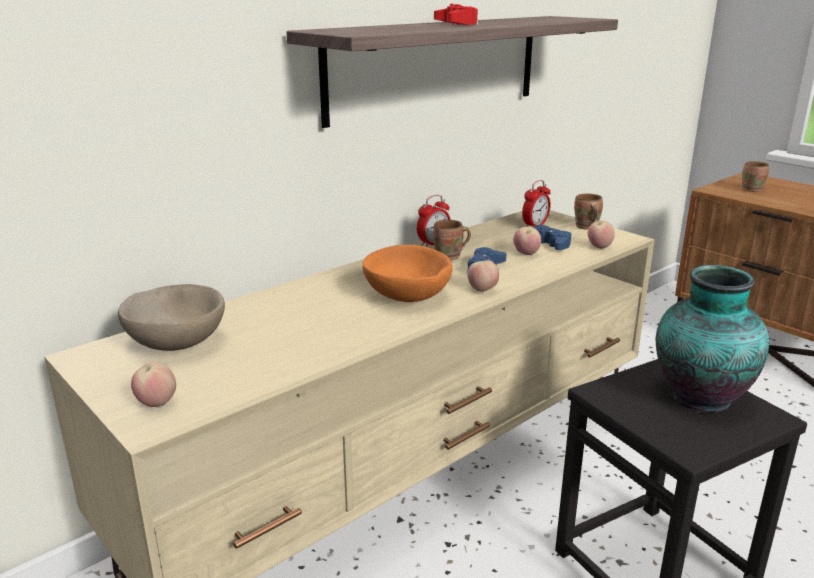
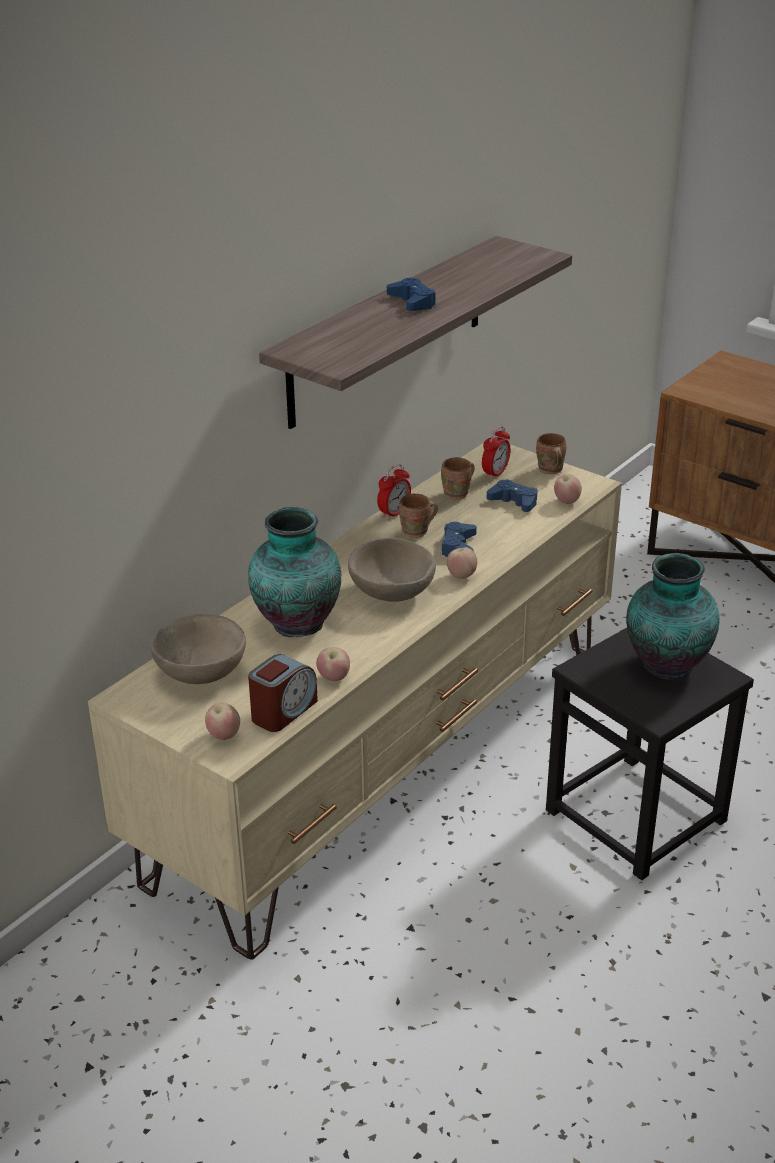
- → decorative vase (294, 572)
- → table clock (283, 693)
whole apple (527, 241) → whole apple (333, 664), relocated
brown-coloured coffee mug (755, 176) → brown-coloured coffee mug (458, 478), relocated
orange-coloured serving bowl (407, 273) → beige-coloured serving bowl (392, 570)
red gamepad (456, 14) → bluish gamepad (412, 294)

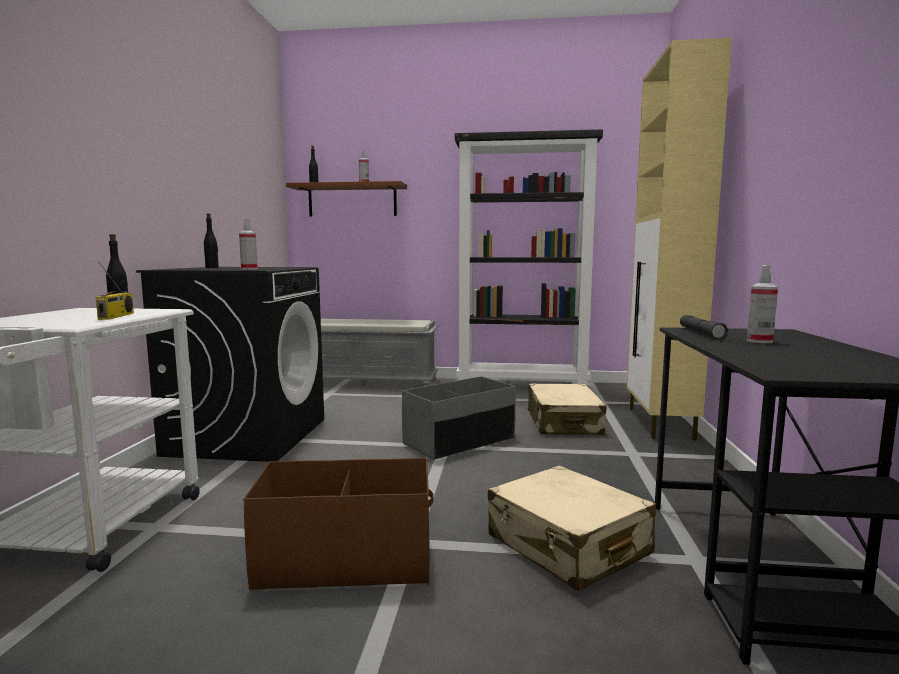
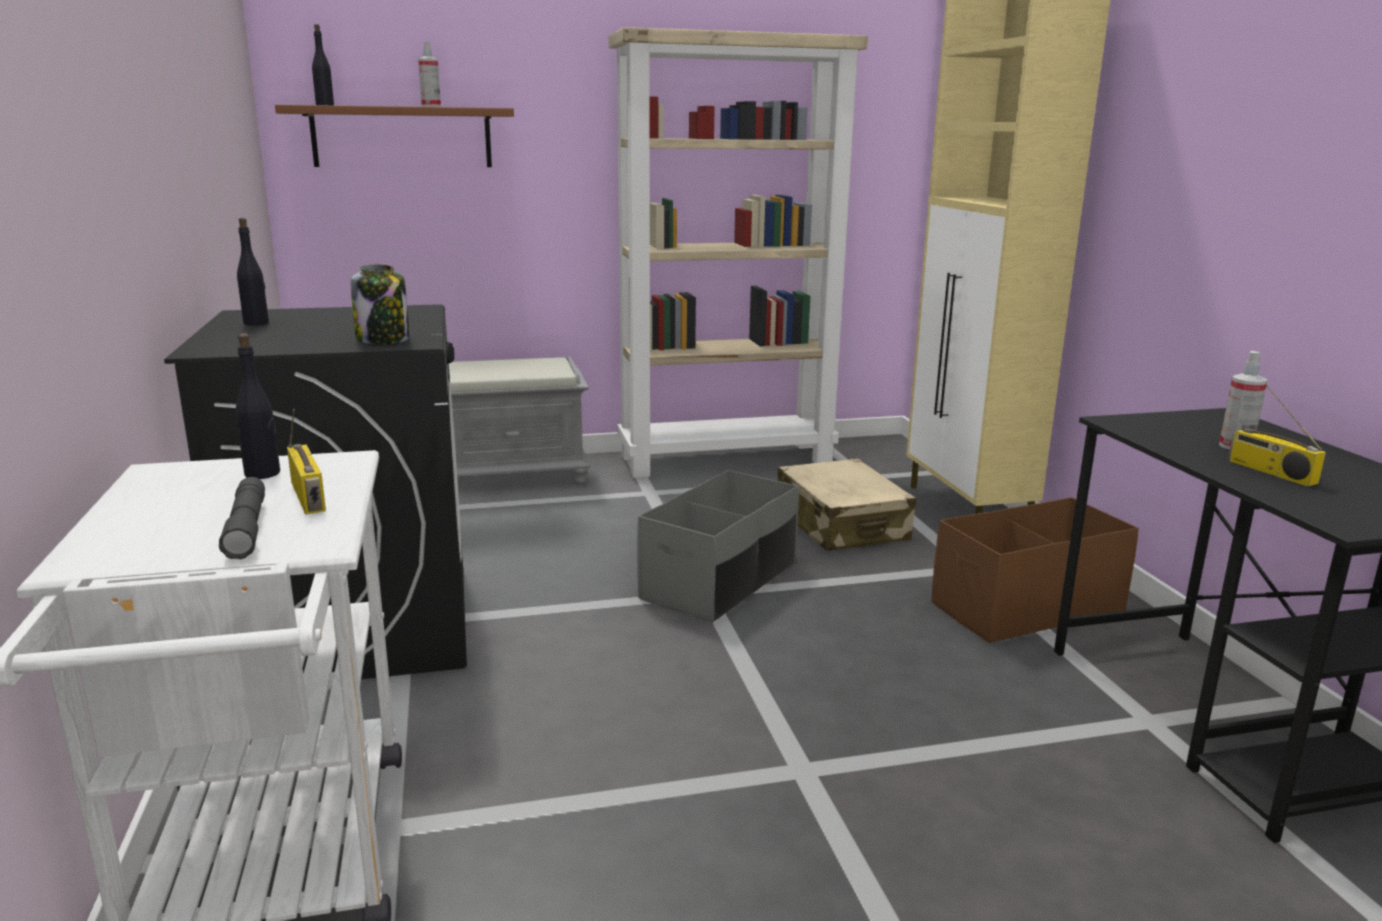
beige-coloured piece of luggage (572, 528) → -
- → radio set (1277, 435)
brown-coloured storage box (338, 524) → brown-coloured storage box (1035, 570), relocated
greyish flashlight (704, 327) → greyish flashlight (242, 518), relocated
spray bottle (248, 244) → storage jar (379, 304)
black-coloured bookshelf (529, 257) → beige-coloured bookshelf (738, 252)

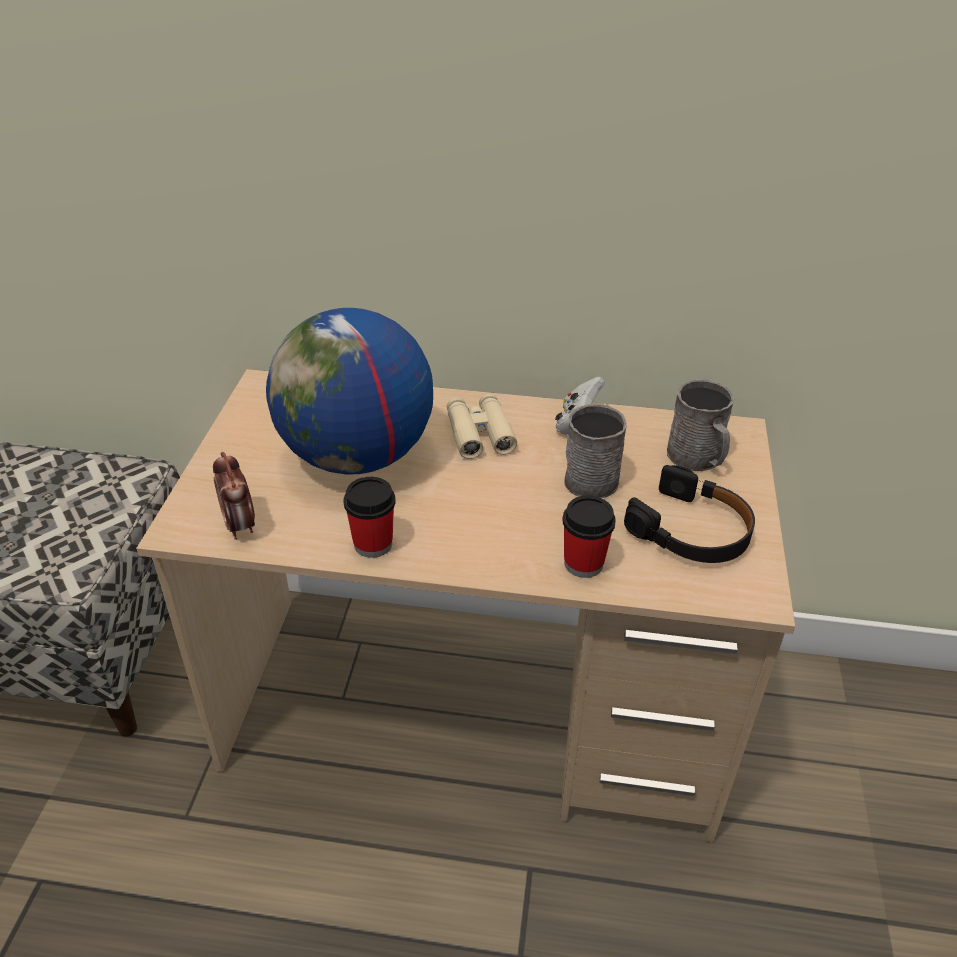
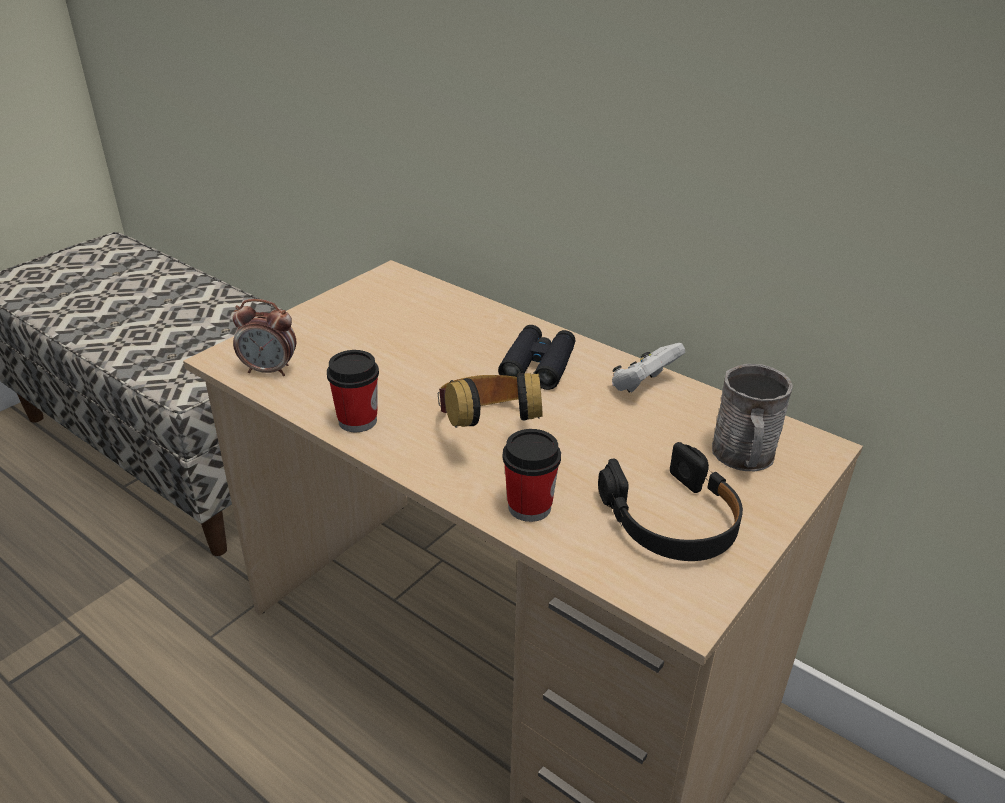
world globe (349, 391) → -
greyish coffee mug (595, 451) → -
- → pair of headphones (490, 400)
beige-coloured pair of binoculars (482, 426) → black-coloured pair of binoculars (536, 357)
table clock (234, 496) → table clock (264, 337), 90 degrees counterclockwise

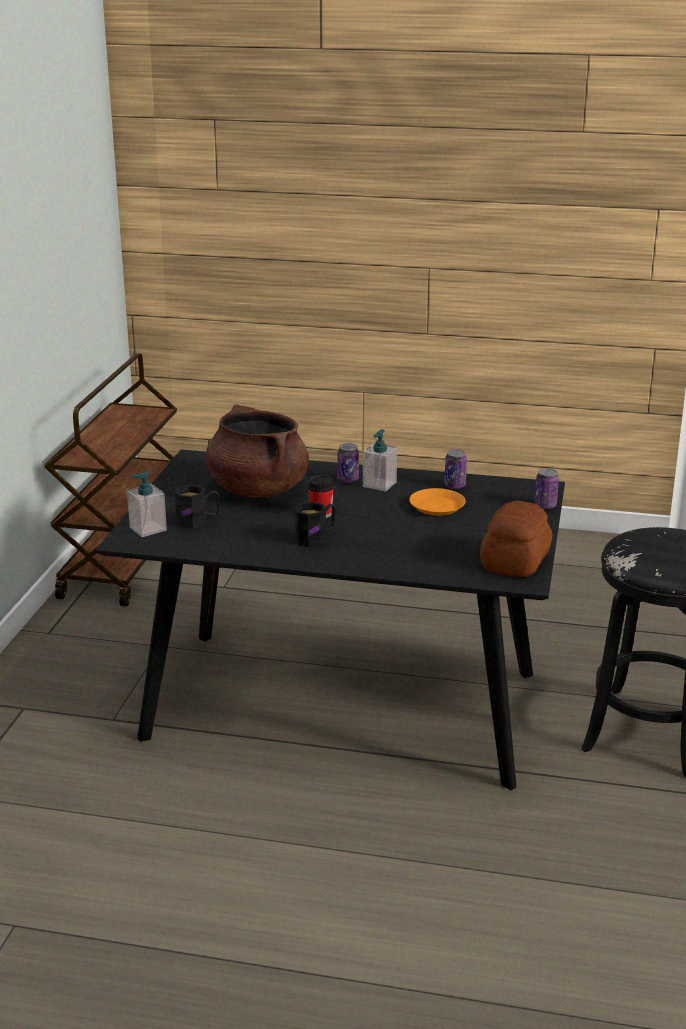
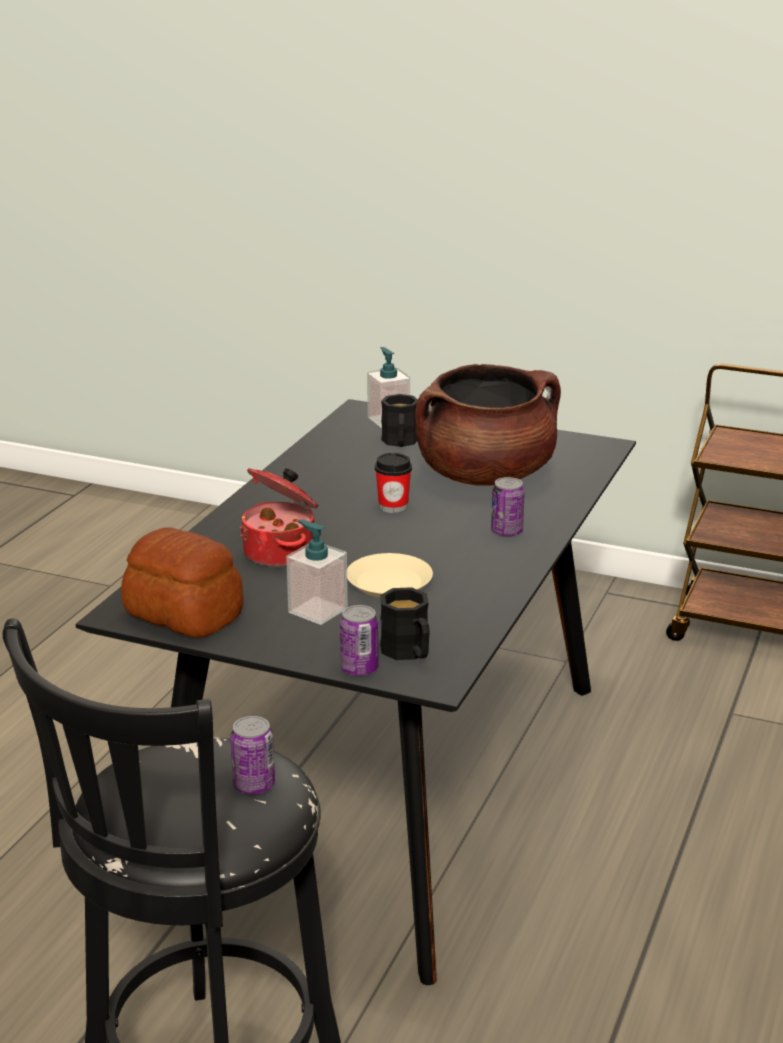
- → saucepot (279, 517)
black-coloured coffee mug (315, 524) → black-coloured coffee mug (405, 623), relocated
soap bottle (380, 460) → soap bottle (317, 572), relocated
metal can (455, 469) → metal can (252, 755), relocated
orange-coloured plate (437, 502) → beige-coloured plate (390, 575)

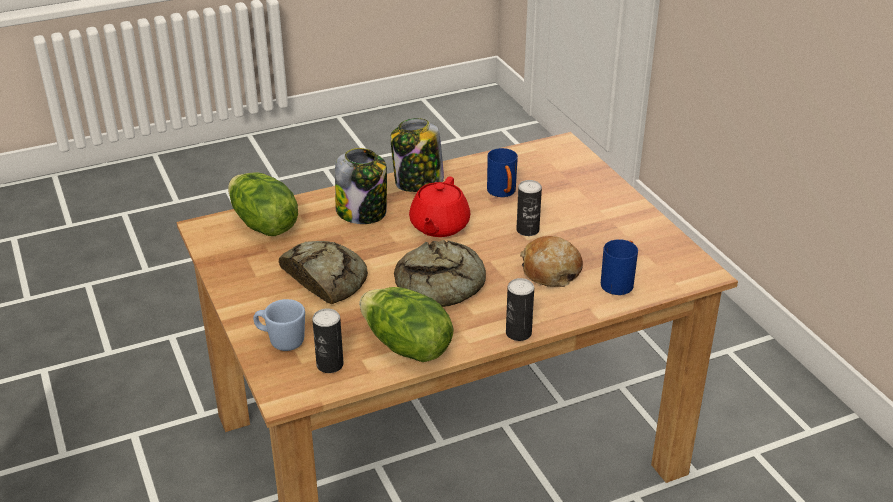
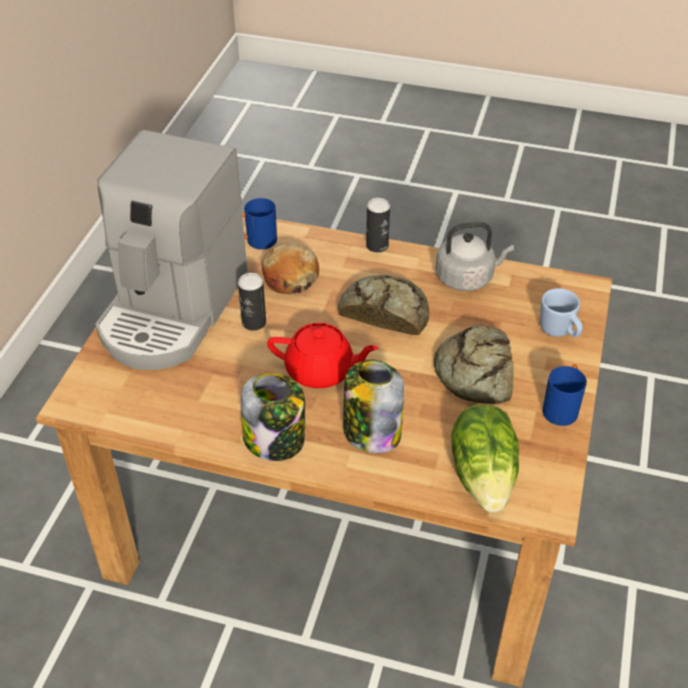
metal can (327, 340) → -
- → coffee brewer (171, 250)
bluish coffee mug (502, 172) → bluish coffee mug (564, 395), relocated
lettuce (406, 324) → greyish kettle (475, 256)
red tea pot (439, 207) → red tea pot (323, 355), 45 degrees clockwise

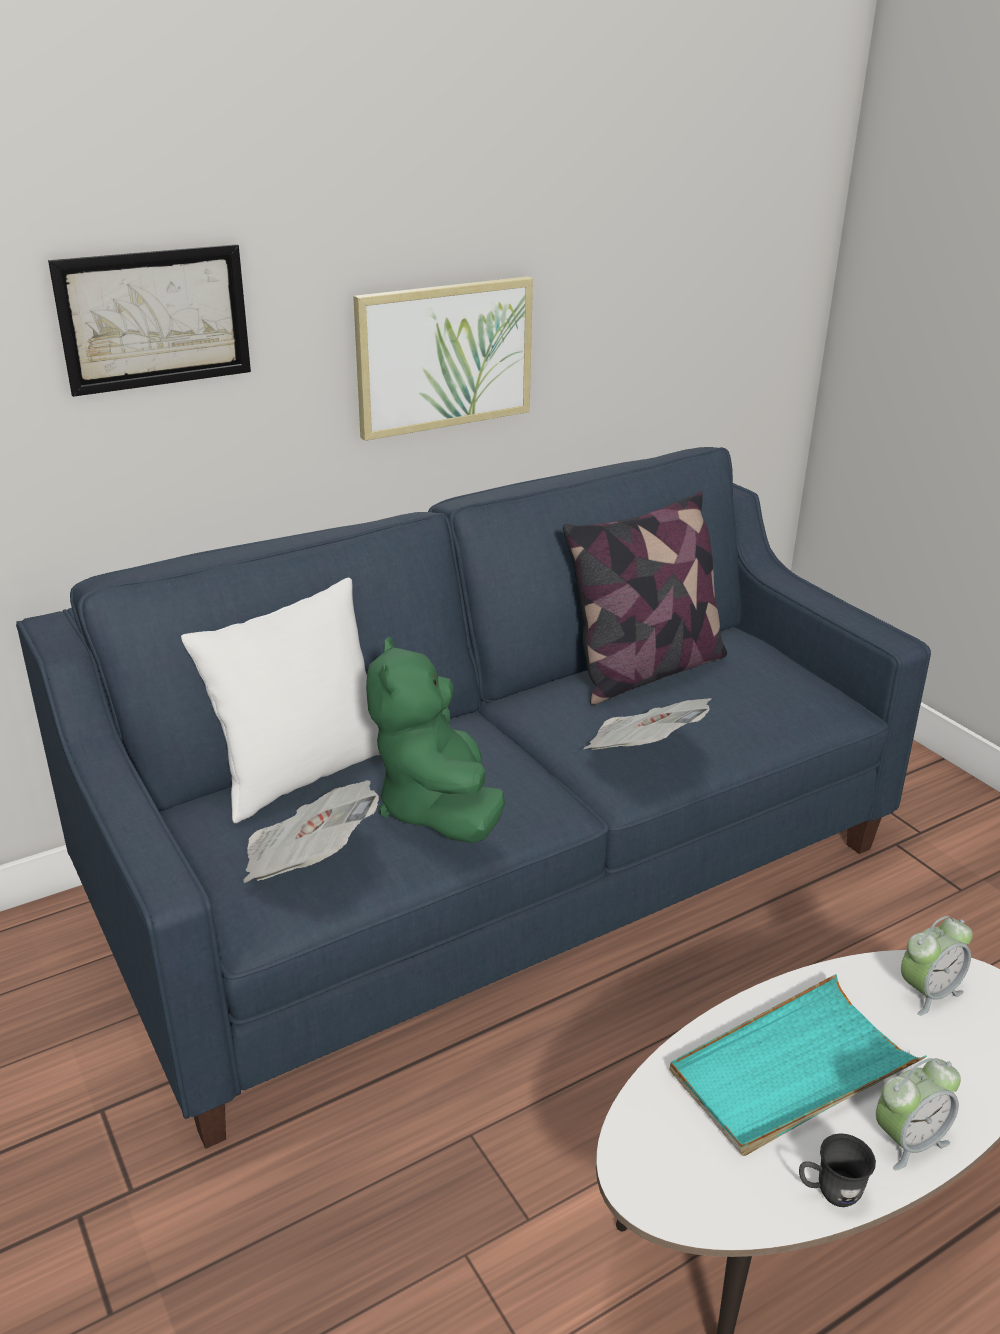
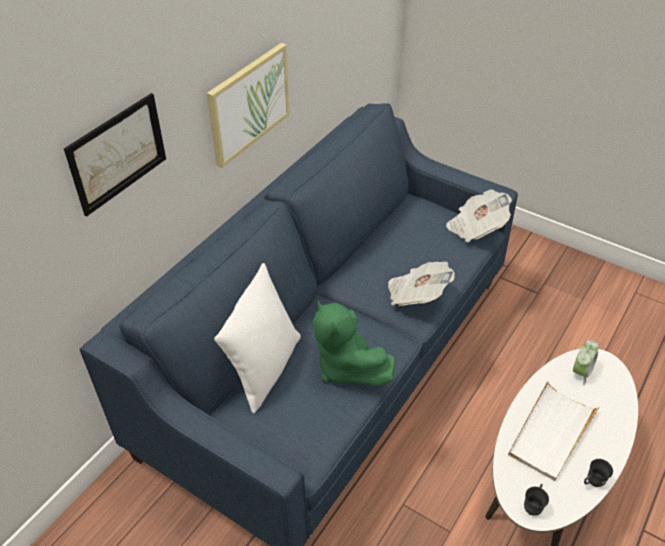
throw pillow (645, 598) → -
table clock (918, 1114) → -
- → greyish coffee mug (536, 500)
daily paper (311, 831) → daily paper (479, 215), relocated
blue-green serving tray (798, 1065) → white serving tray (554, 431)

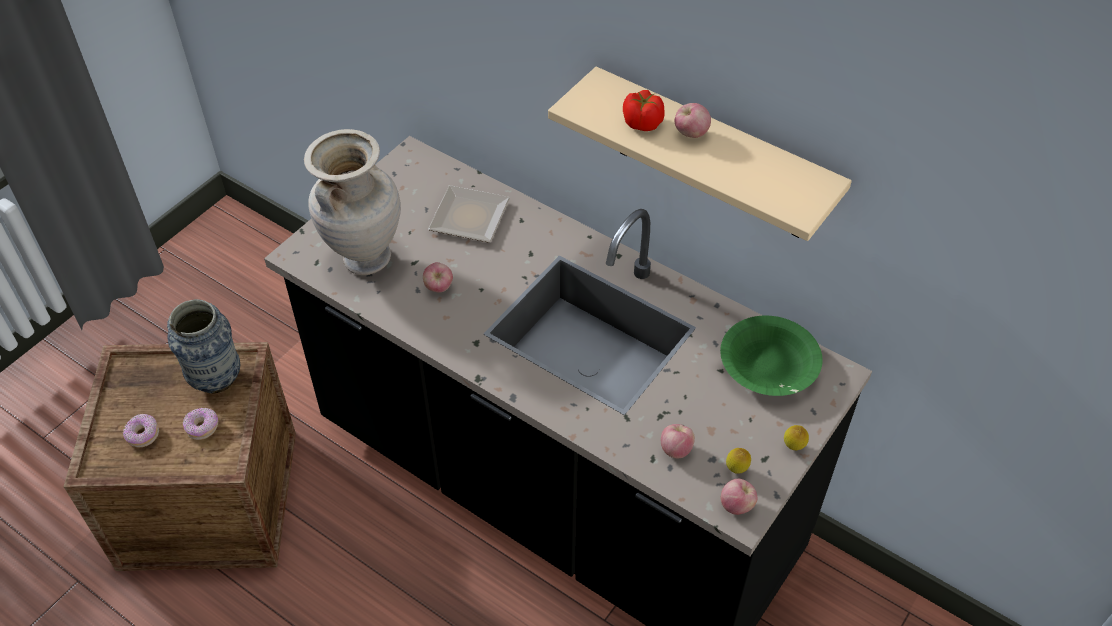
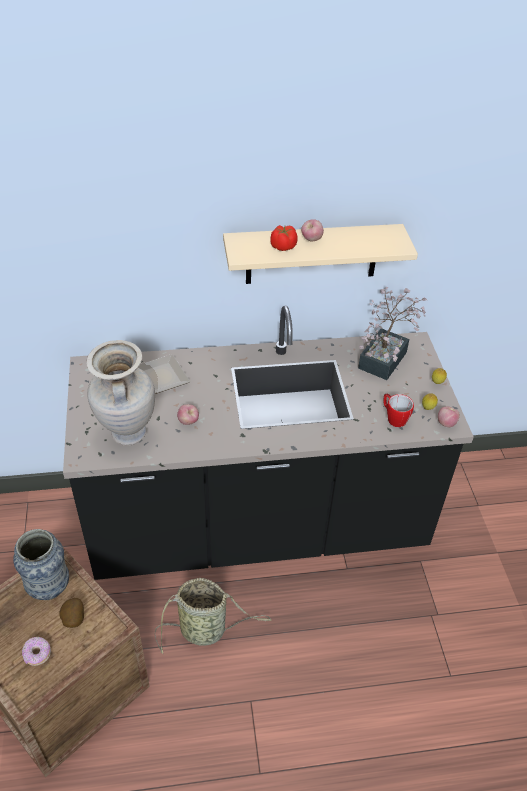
- → household basket (213, 616)
doughnut (200, 424) → spud (71, 613)
whole apple (678, 441) → coffee mug (398, 410)
green serving bowl (771, 355) → houseplant (392, 333)

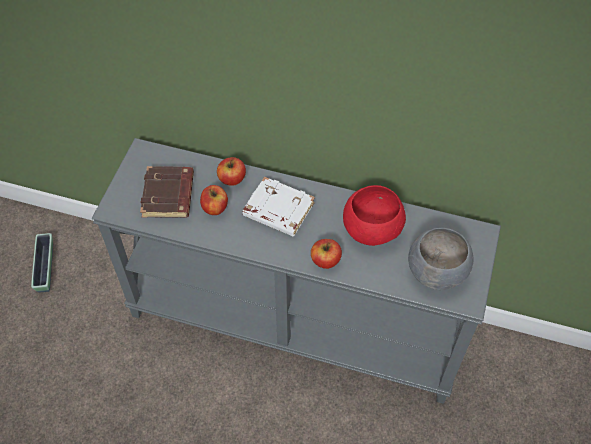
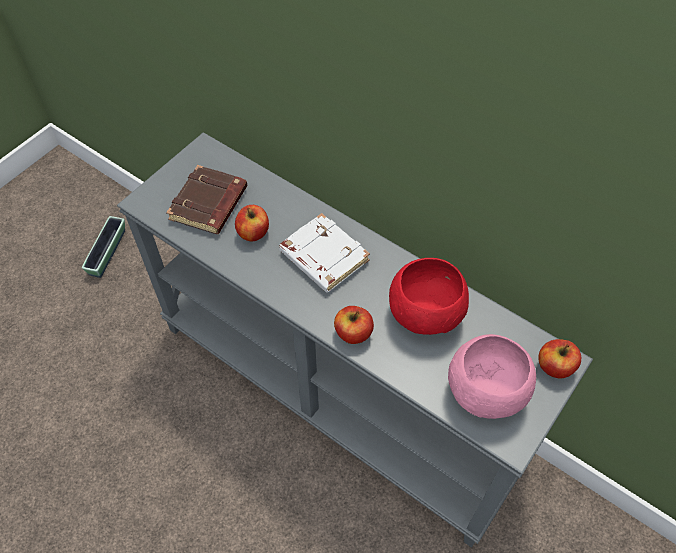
whole apple (231, 171) → whole apple (560, 358), relocated
greyish serving bowl (440, 259) → pink serving bowl (492, 376)

